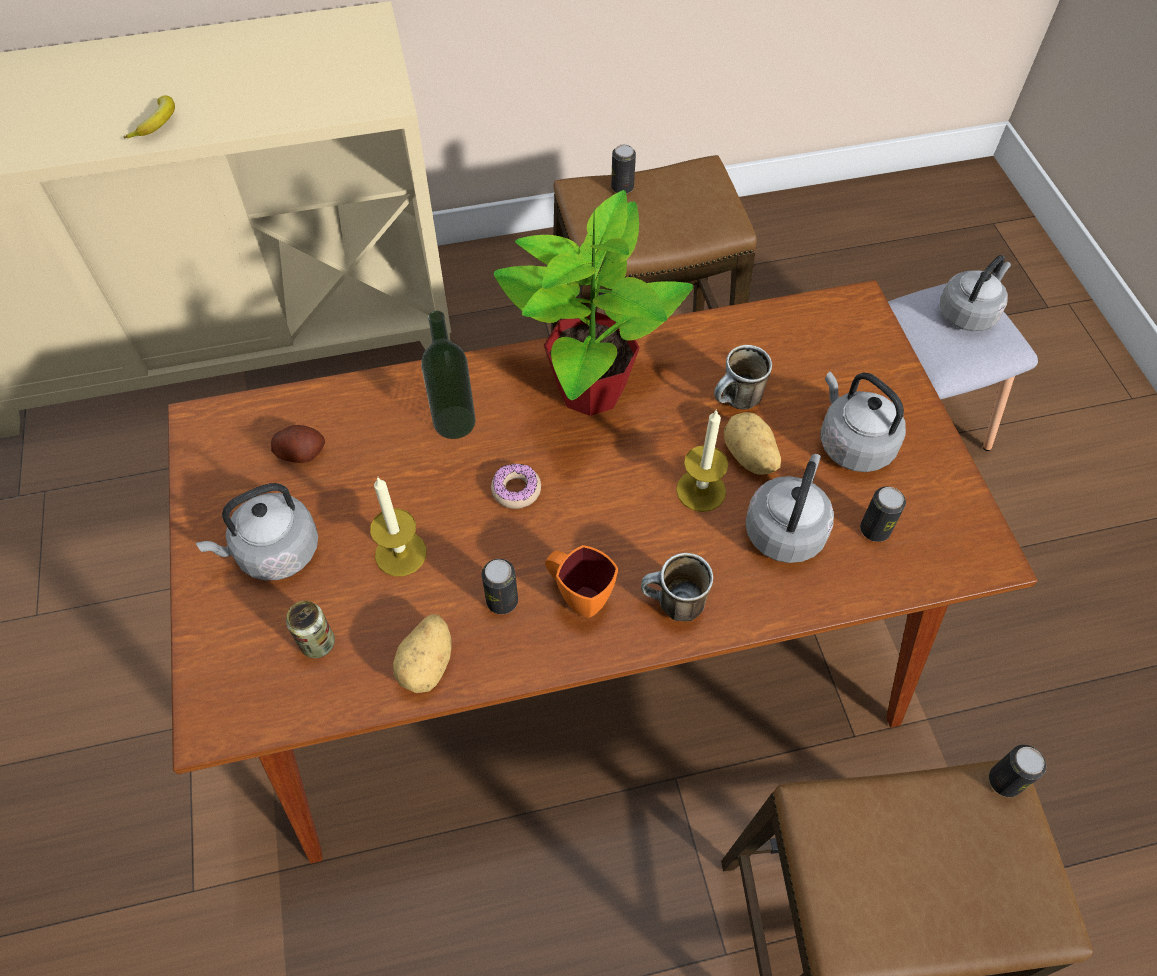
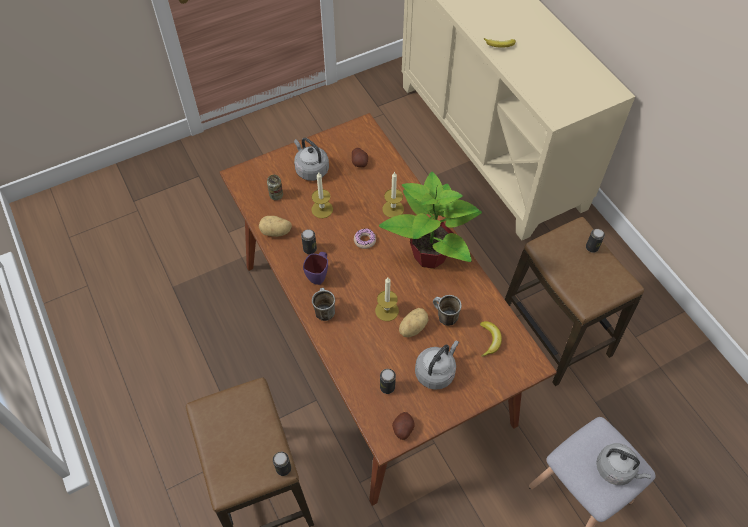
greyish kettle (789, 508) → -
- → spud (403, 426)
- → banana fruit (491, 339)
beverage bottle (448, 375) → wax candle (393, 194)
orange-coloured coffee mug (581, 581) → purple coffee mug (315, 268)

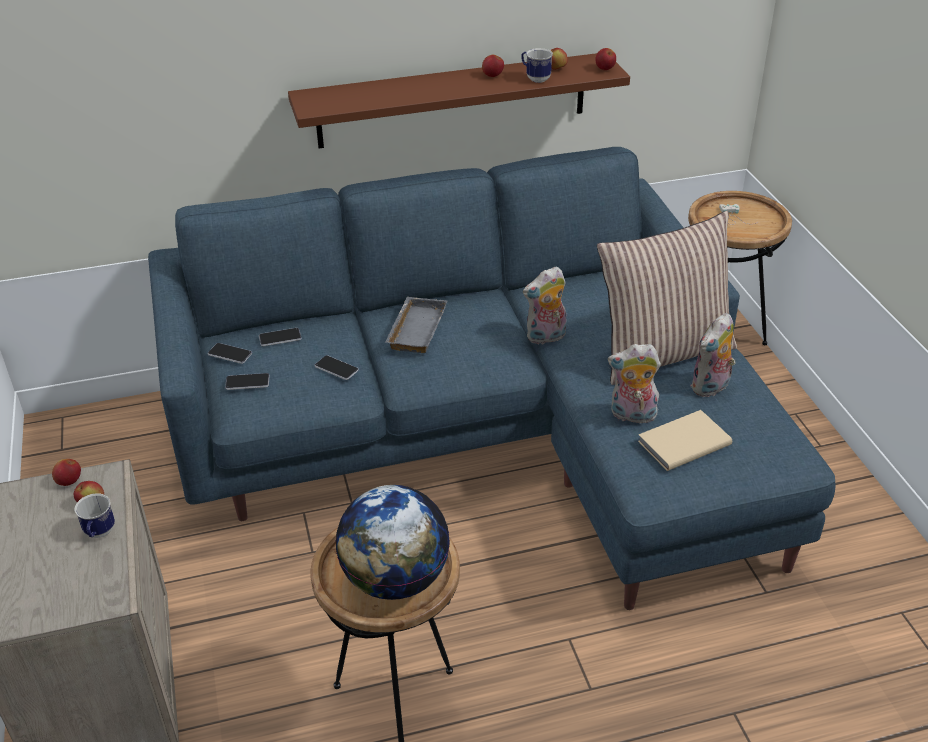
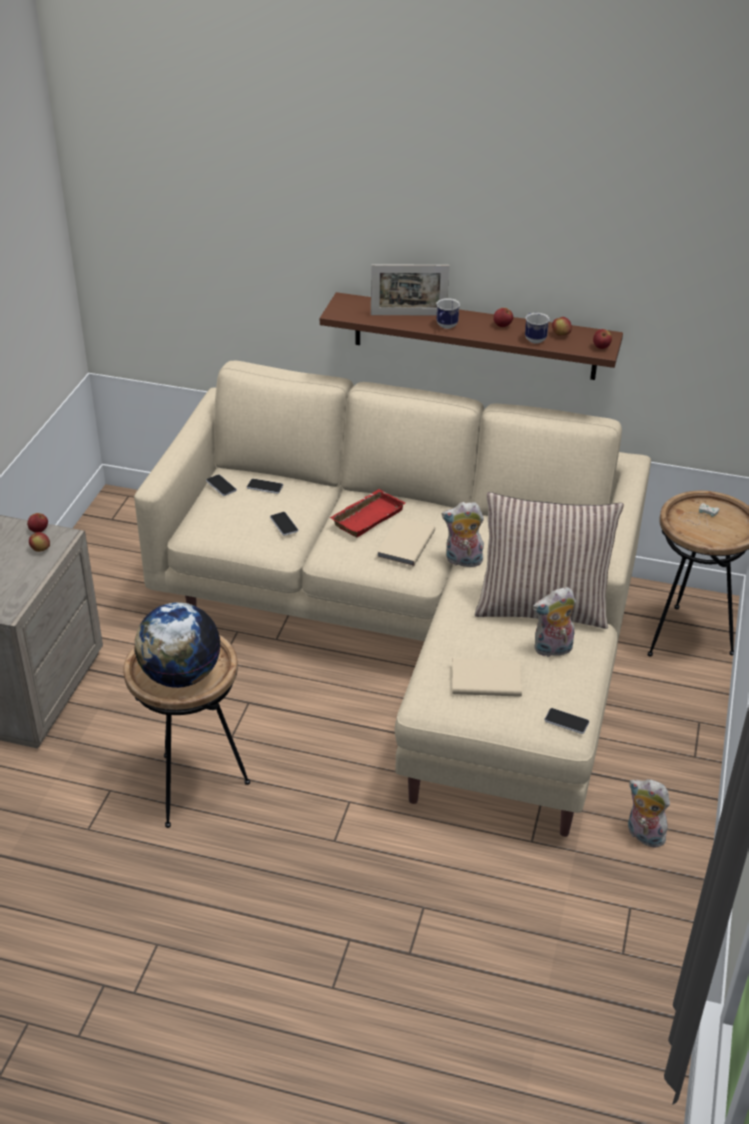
- → standing frame (410, 289)
- → beige-coloured book (406, 542)
coffee mug (94, 515) → coffee mug (448, 313), relocated
telephone (247, 381) → telephone (566, 721), relocated
plush toy (634, 384) → plush toy (649, 813), relocated
bluish sofa (491, 378) → beige-coloured sofa (392, 598)
greyish serving tray (416, 325) → red serving tray (367, 513)

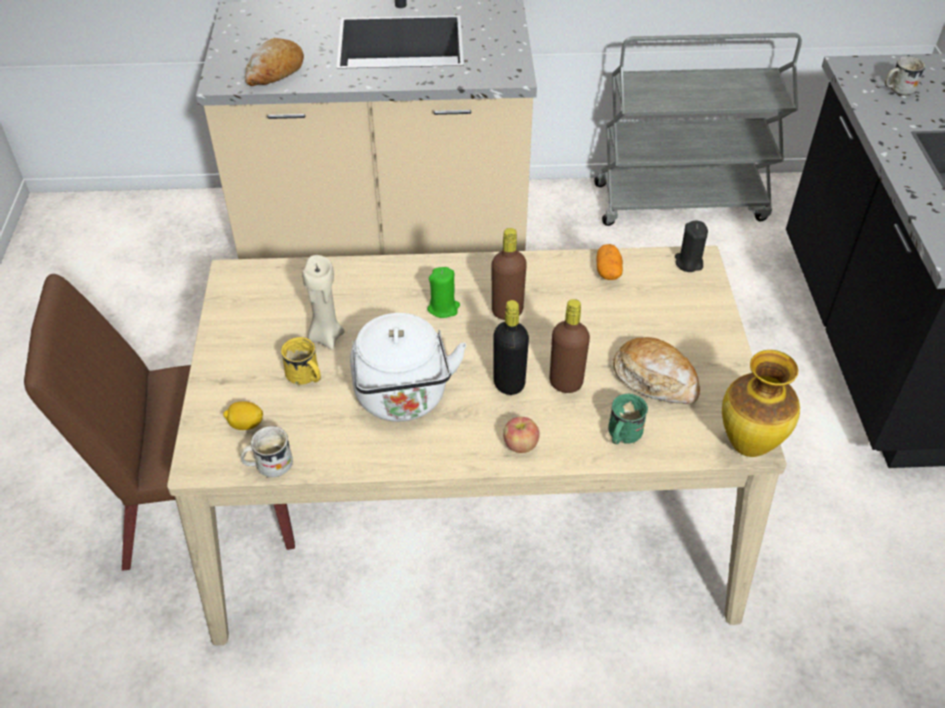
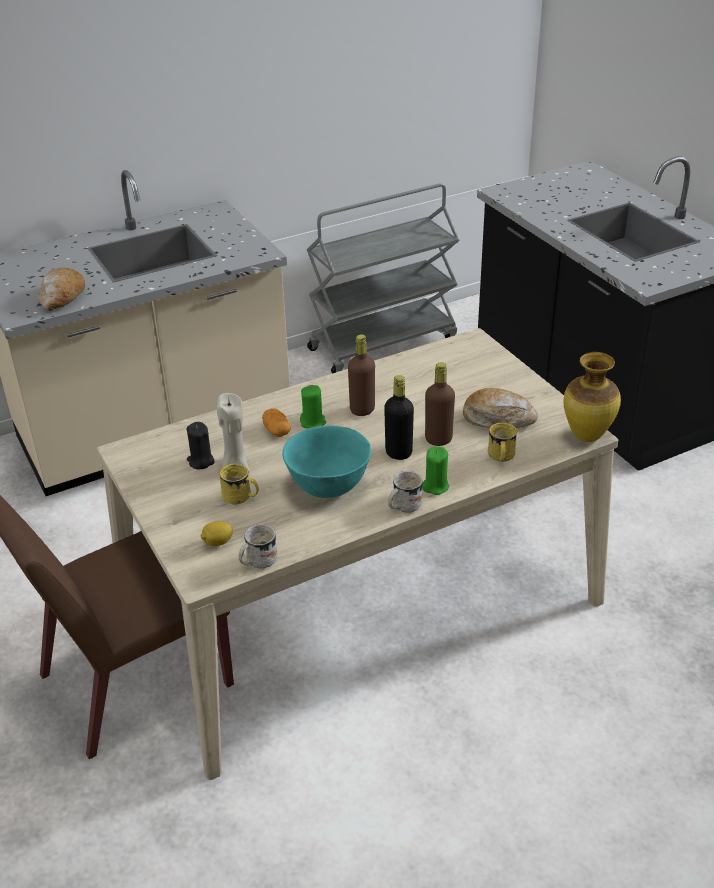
spud (609, 262) → spud (276, 422), relocated
black-coloured wax candle (691, 246) → black-coloured wax candle (200, 445), relocated
white coffee mug (905, 76) → white coffee mug (405, 492), relocated
white kettle (408, 367) → blue-green serving bowl (326, 461)
whole apple (521, 435) → green wax candle (436, 470)
green coffee mug (628, 419) → yellowish coffee mug (502, 442)

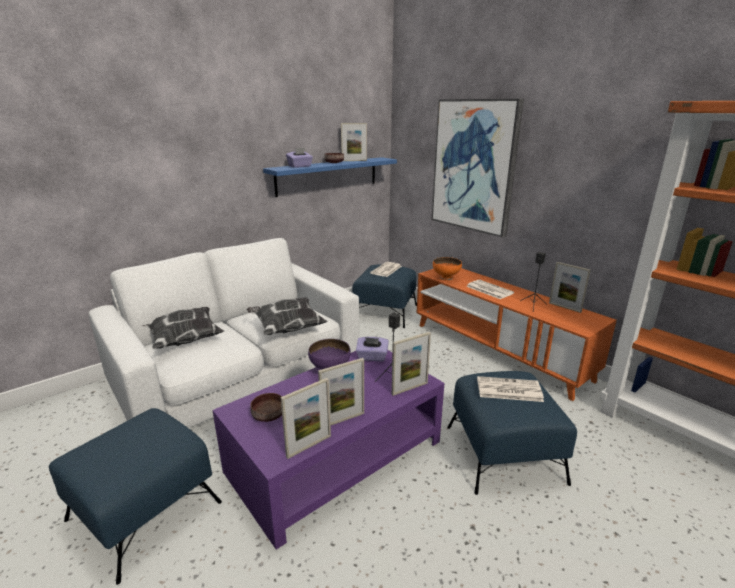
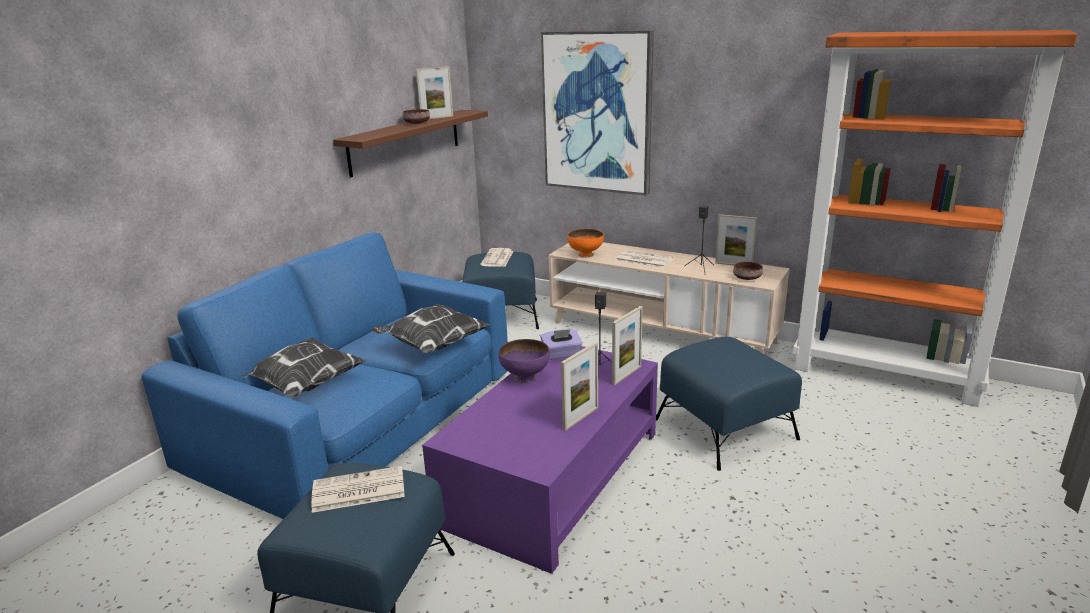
standing frame (306, 418) → -
purple tissue box (299, 158) → -
brown-coloured serving bowl (266, 407) → brown-coloured serving bowl (748, 271), relocated
daily paper (510, 389) → daily paper (358, 489), relocated
white sofa (223, 333) → bluish sofa (324, 375)
bluish wall shelf (330, 177) → brown-coloured wall shelf (410, 144)
orange-coloured tv stand (517, 334) → beige-coloured tv stand (669, 298)

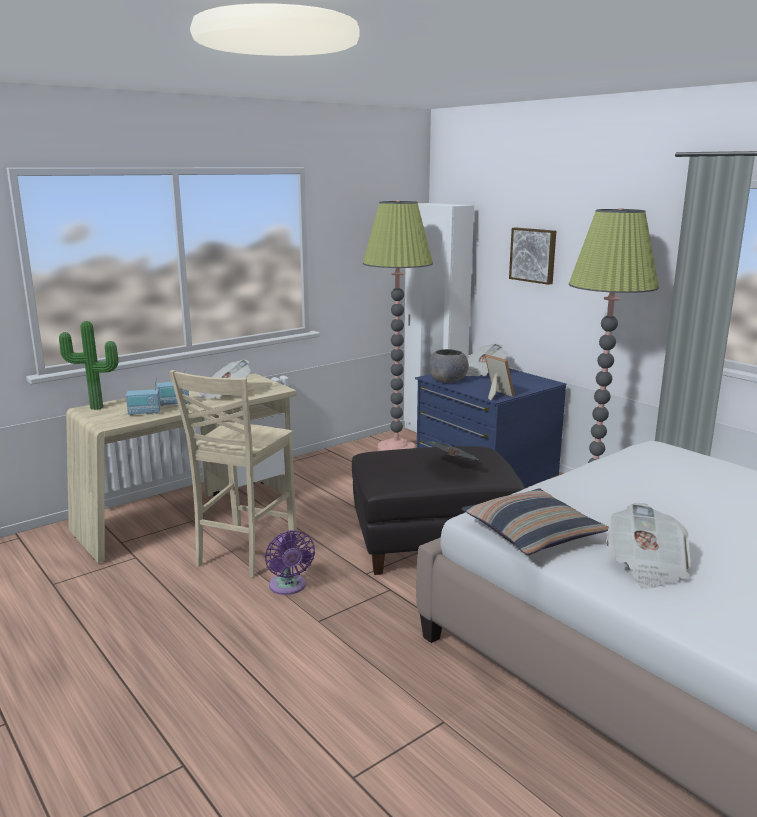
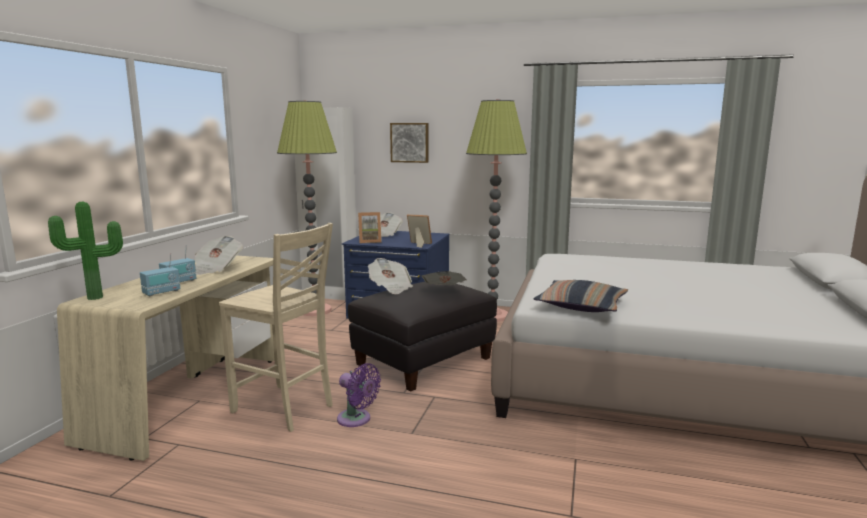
daily paper (648, 546) → daily paper (390, 276), relocated
greyish serving bowl (449, 366) → standing frame (370, 227)
beige-coloured chair (233, 474) → beige-coloured chair (276, 327), 45 degrees counterclockwise

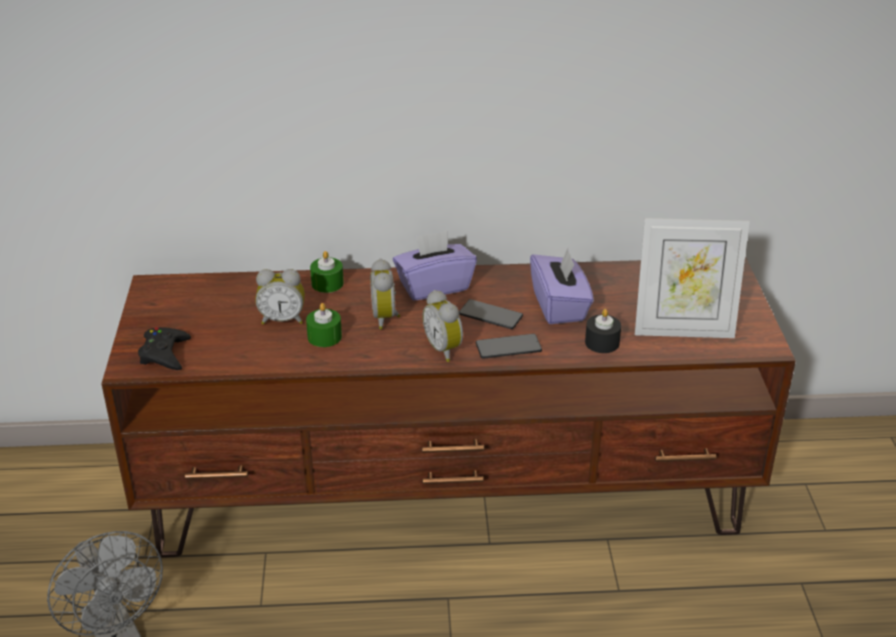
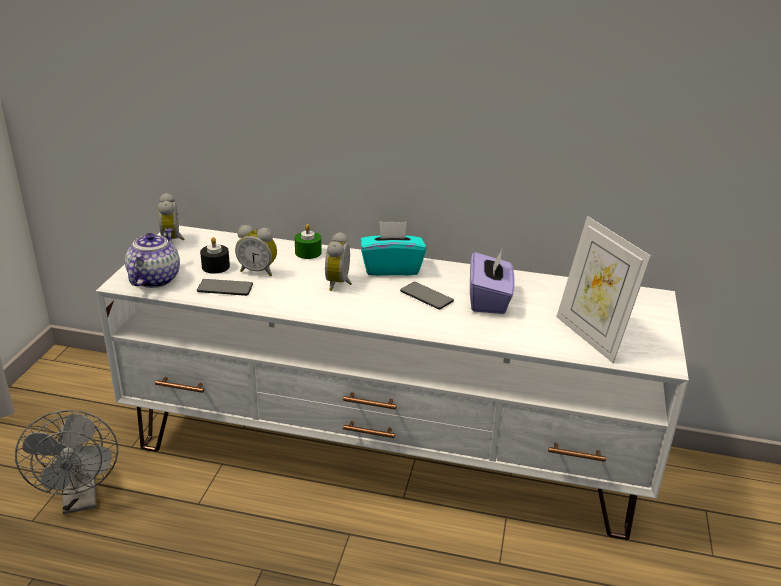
green wax candle (324, 325) → -
table clock (442, 326) → table clock (171, 216), relocated
telephone (509, 346) → telephone (225, 287), relocated
black-coloured wax candle (603, 331) → black-coloured wax candle (215, 255), relocated
black-coloured gamepad (164, 348) → tea pot (152, 258)
brown-coloured tv stand (448, 407) → white tv stand (392, 383)
purple tissue box (435, 265) → blue-green tissue box (393, 248)
standing frame (692, 278) → standing frame (603, 289), 45 degrees clockwise

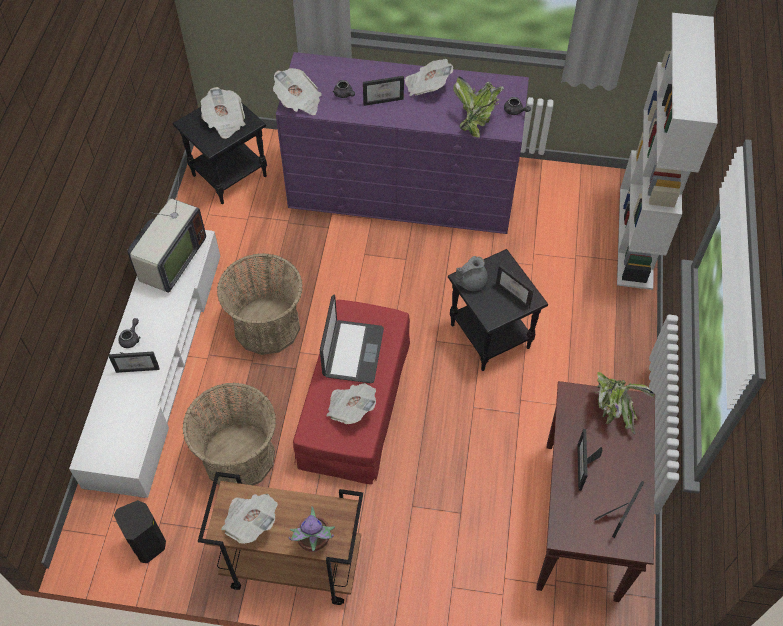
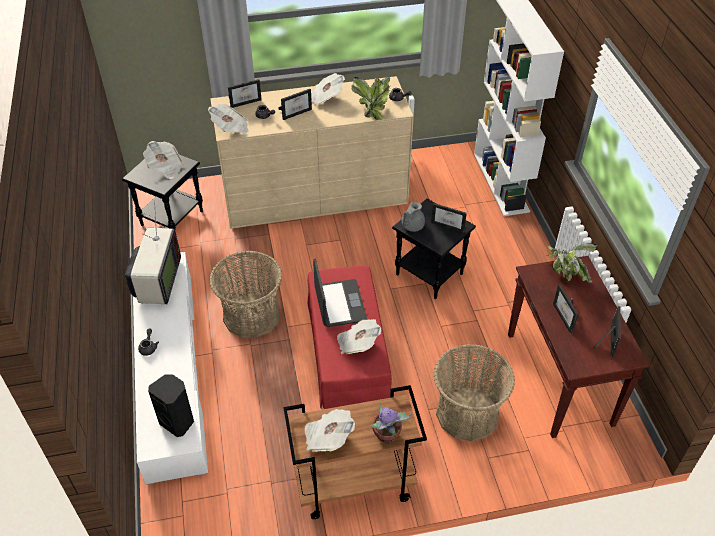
standing frame (134, 362) → standing frame (245, 93), relocated
black-coloured audio speaker (140, 531) → black-coloured audio speaker (171, 405), relocated
household basket (229, 433) → household basket (474, 392), relocated
purple drawer chest (402, 143) → beige-coloured drawer chest (312, 152)

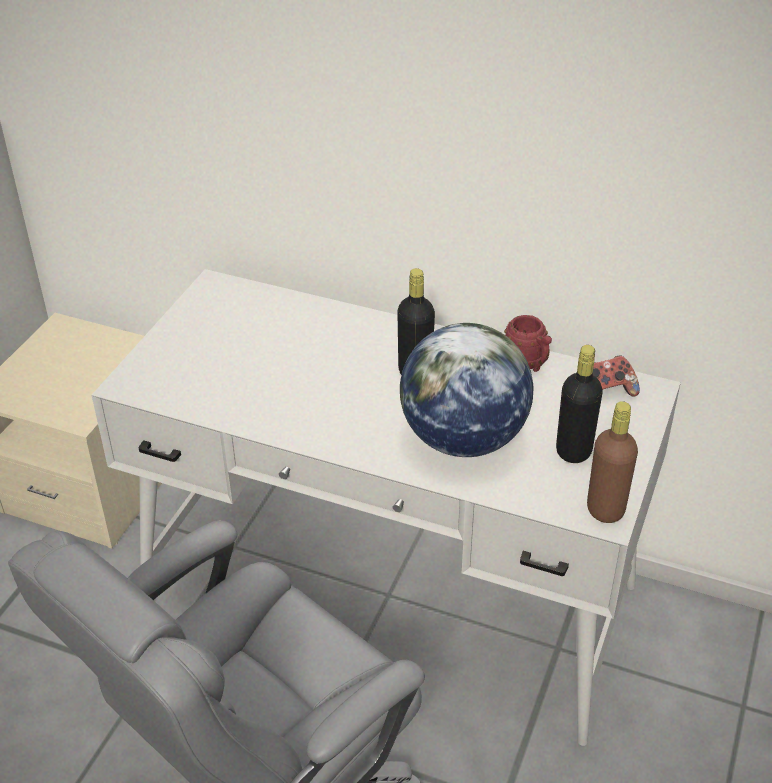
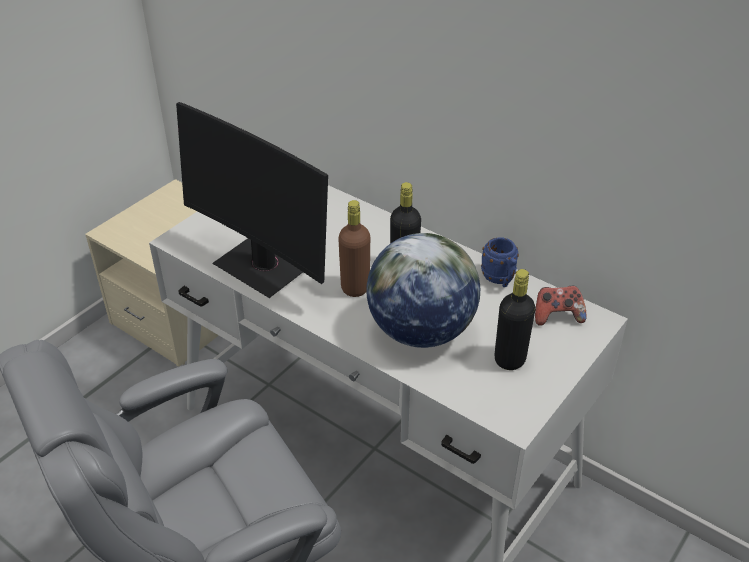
- → computer screen (252, 200)
brown-coloured beverage bottle (612, 462) → brown-coloured beverage bottle (354, 248), relocated
red coffee mug (528, 343) → bluish coffee mug (500, 262)

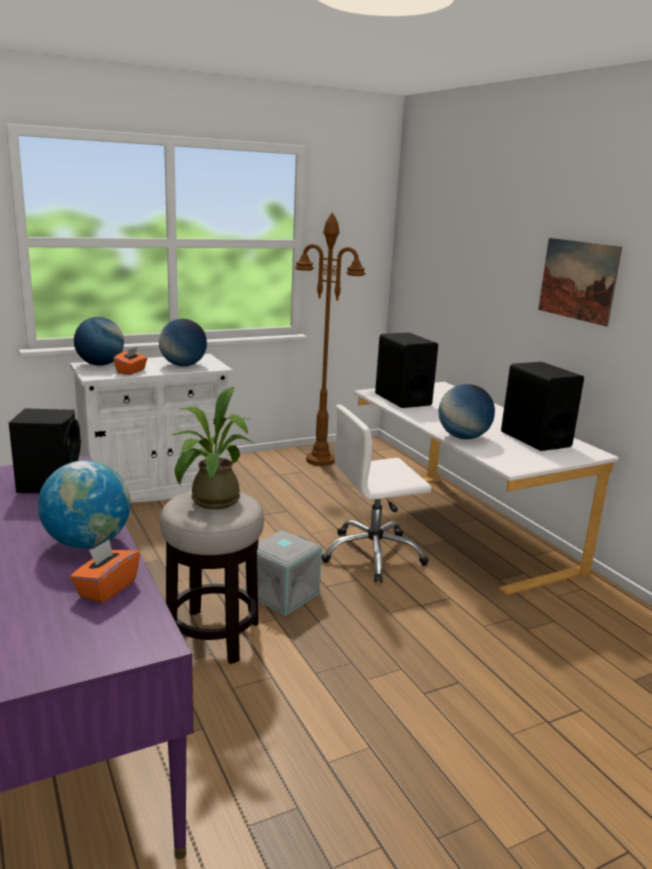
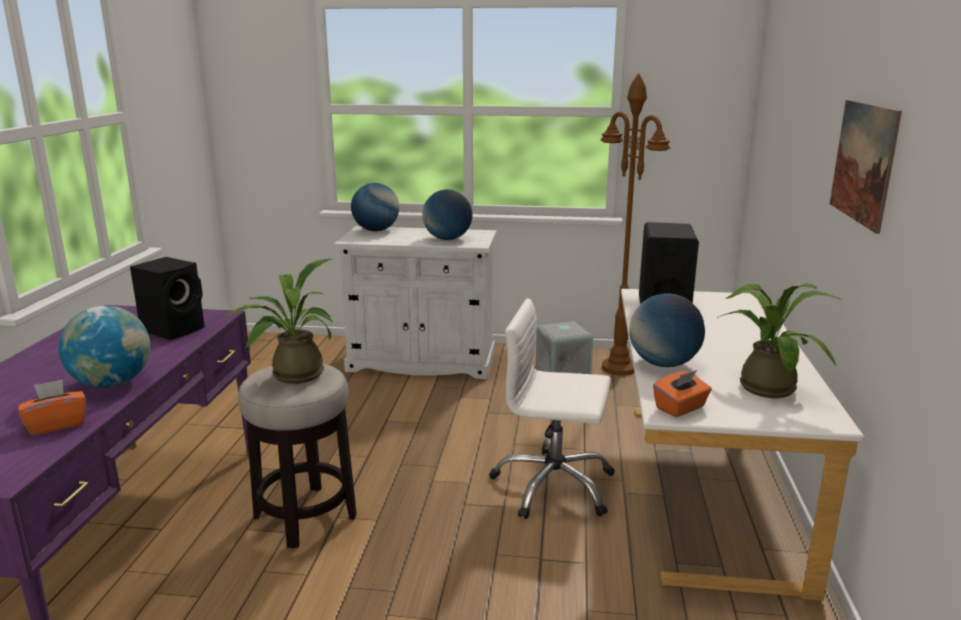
orange-coloured tissue box (130, 361) → orange-coloured tissue box (682, 393), relocated
greyish storage box (284, 573) → greyish storage box (564, 347), relocated
black-coloured audio speaker (542, 406) → houseplant (779, 340)

